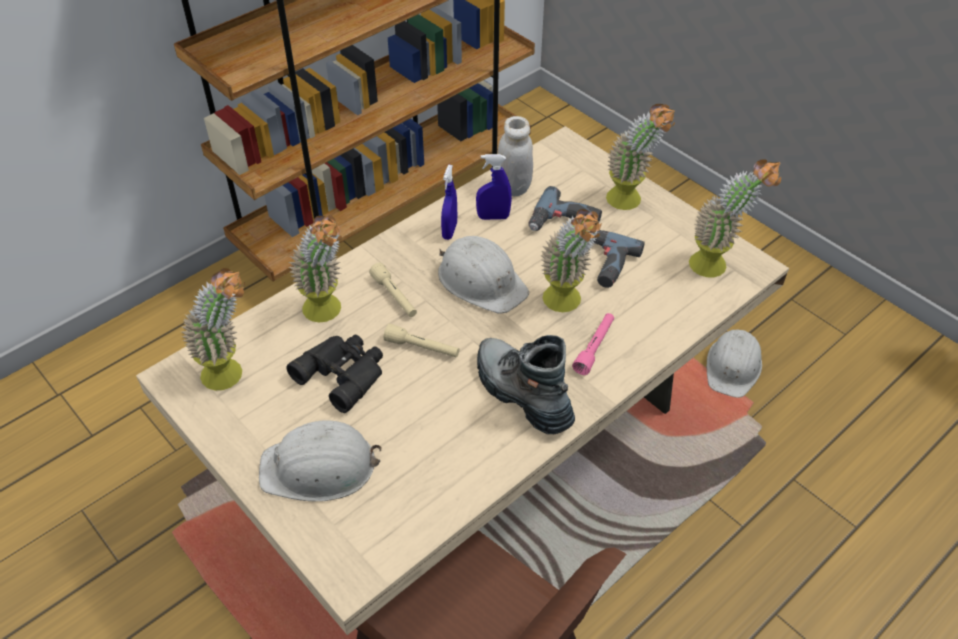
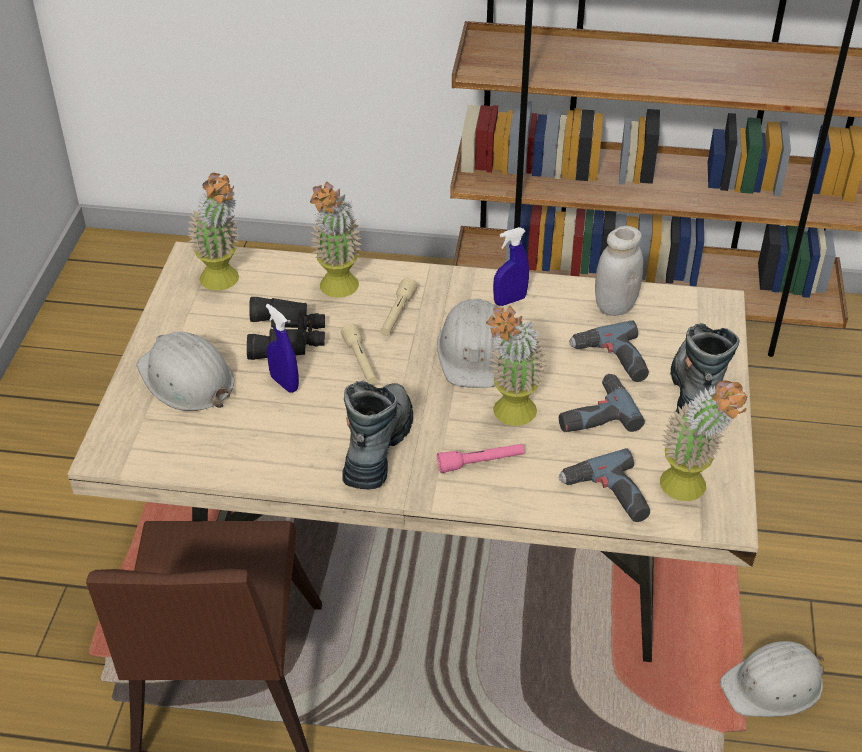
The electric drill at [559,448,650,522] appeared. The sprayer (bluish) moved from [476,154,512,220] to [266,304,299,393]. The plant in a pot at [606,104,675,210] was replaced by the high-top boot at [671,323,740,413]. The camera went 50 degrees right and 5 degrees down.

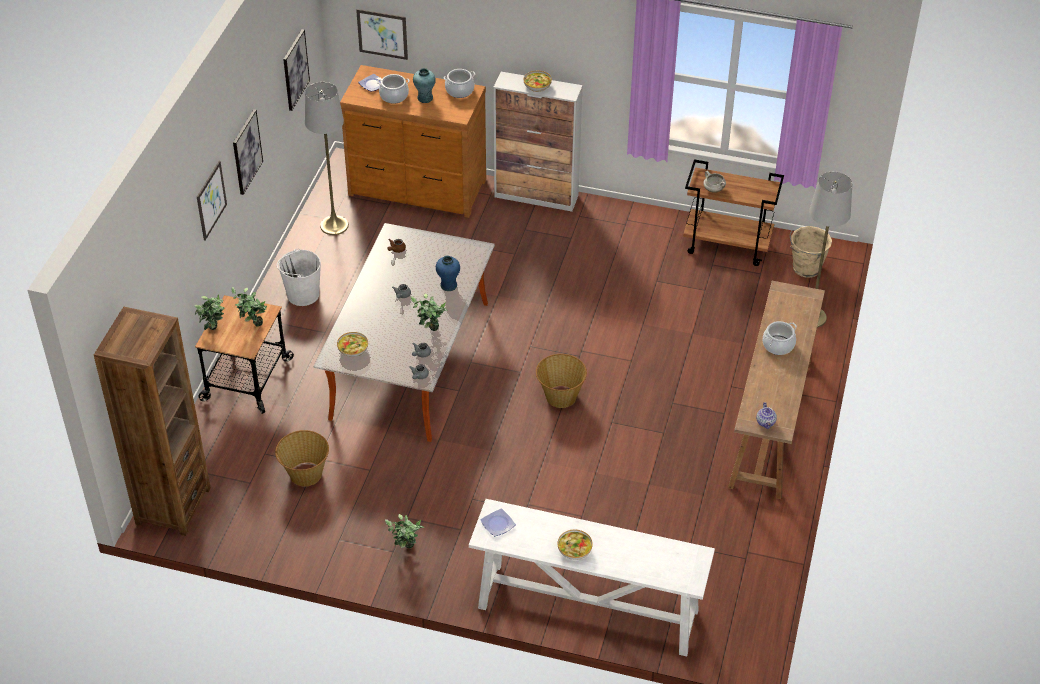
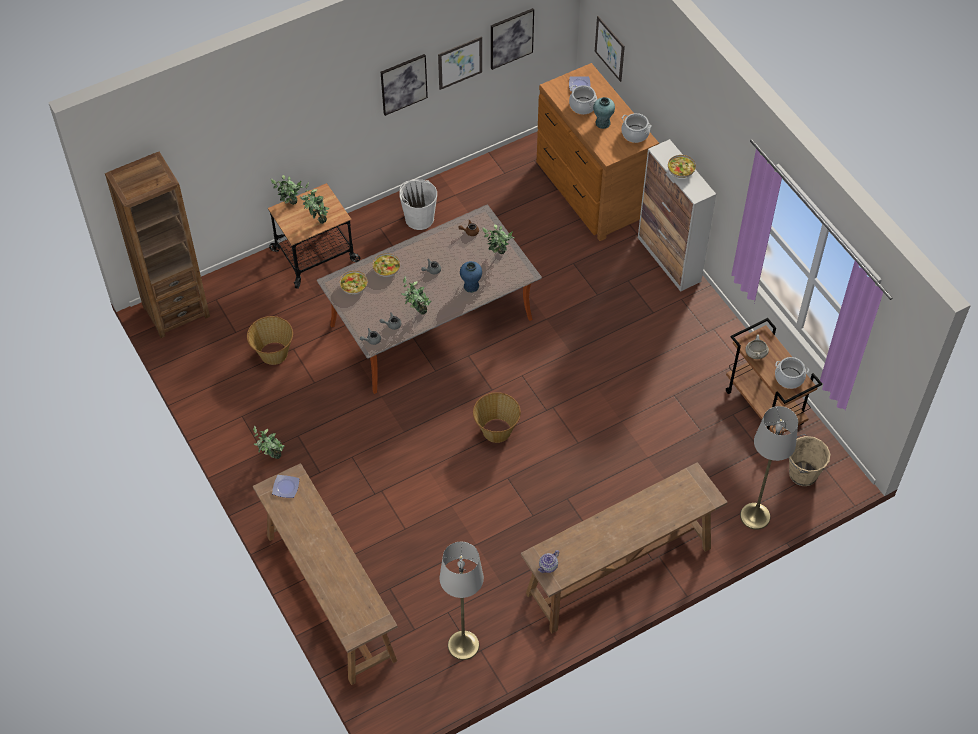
The plant in a pot at [482,224,514,254] appeared. The picture moved from [197,161,227,241] to [438,36,482,90]. The standing lamp (grey) moved from [305,82,349,235] to [439,542,484,660]. The bowl moved from [558,529,593,560] to [373,253,400,277]. The saucepot moved from [762,321,797,355] to [775,357,809,389]. The hall table (white) at [469,499,715,656] became the hall table (brown) at [253,463,397,685]. The camera went 45 degrees right and 10 degrees up.

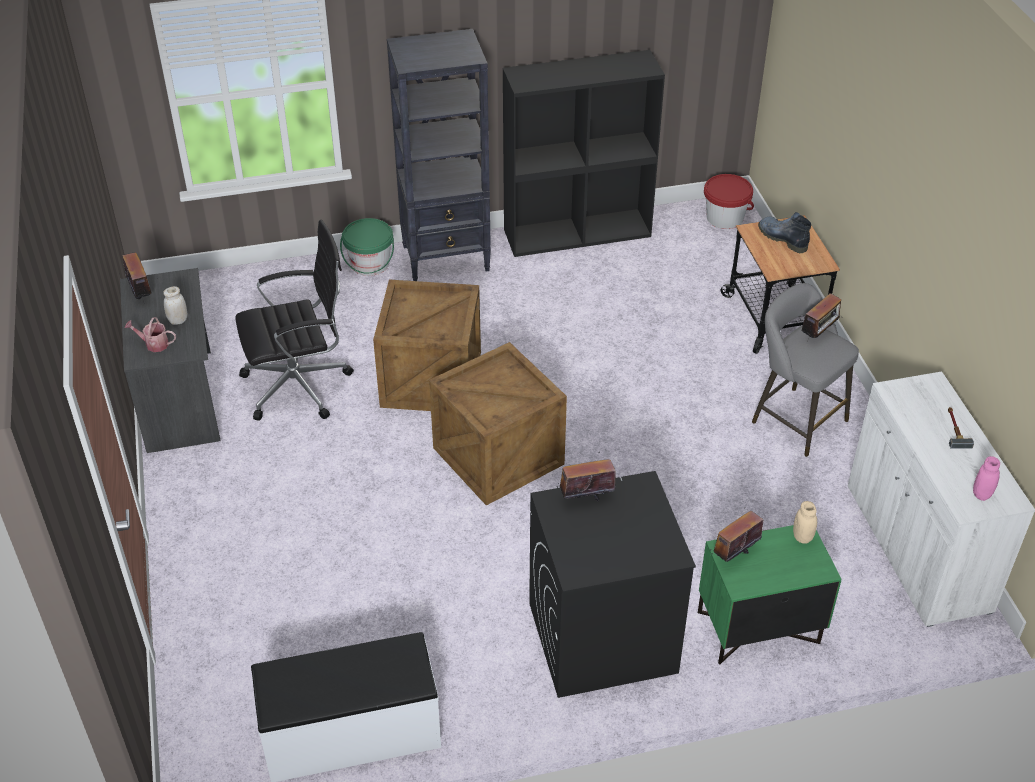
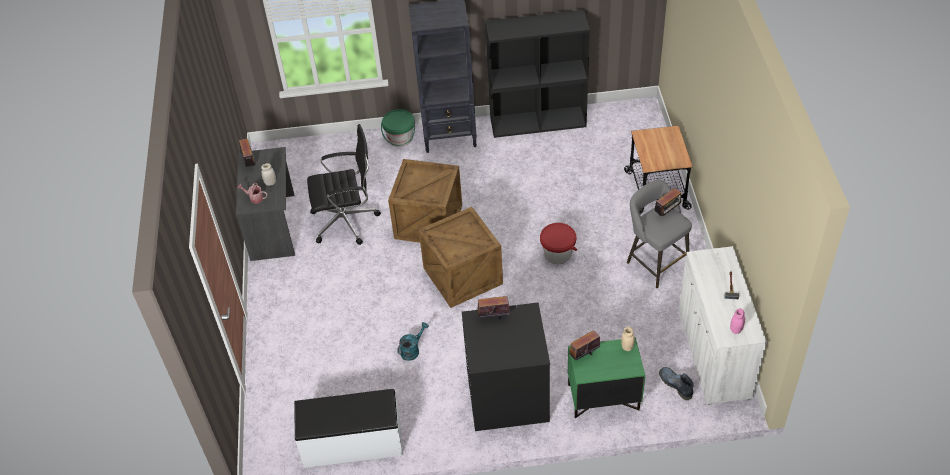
The watering pot (blue-green) at [397,322,429,361] appeared. The bucket (red) moved from [704,174,754,229] to [540,223,577,264]. The high-top boot moved from [758,212,811,253] to [659,367,694,400]. The camera went 10 degrees right and 5 degrees up.

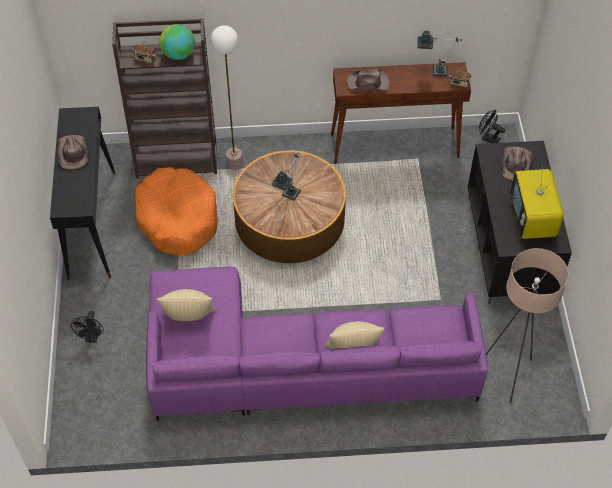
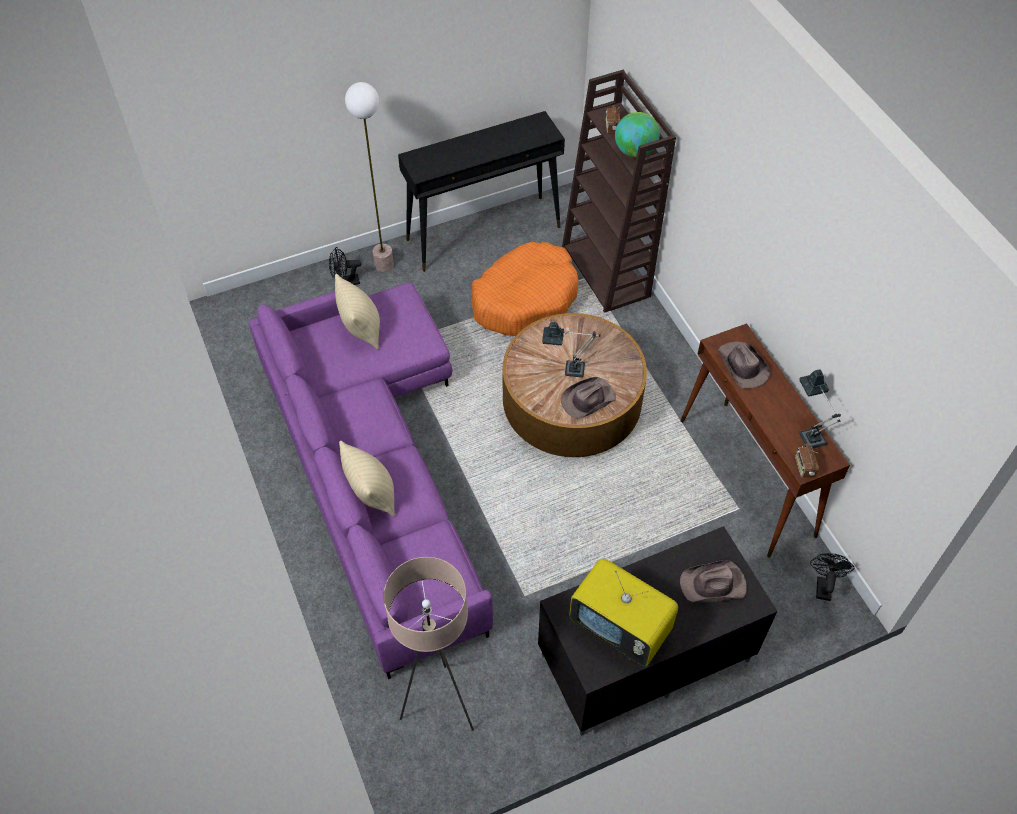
The clothing hat (brown) moved from [58,135,88,169] to [561,377,616,419]. The standing lamp moved from [211,25,243,171] to [345,82,394,272]. The TV at [510,166,564,239] turned 120 degrees counterclockwise. The camera went 70 degrees right and 0 degrees up.

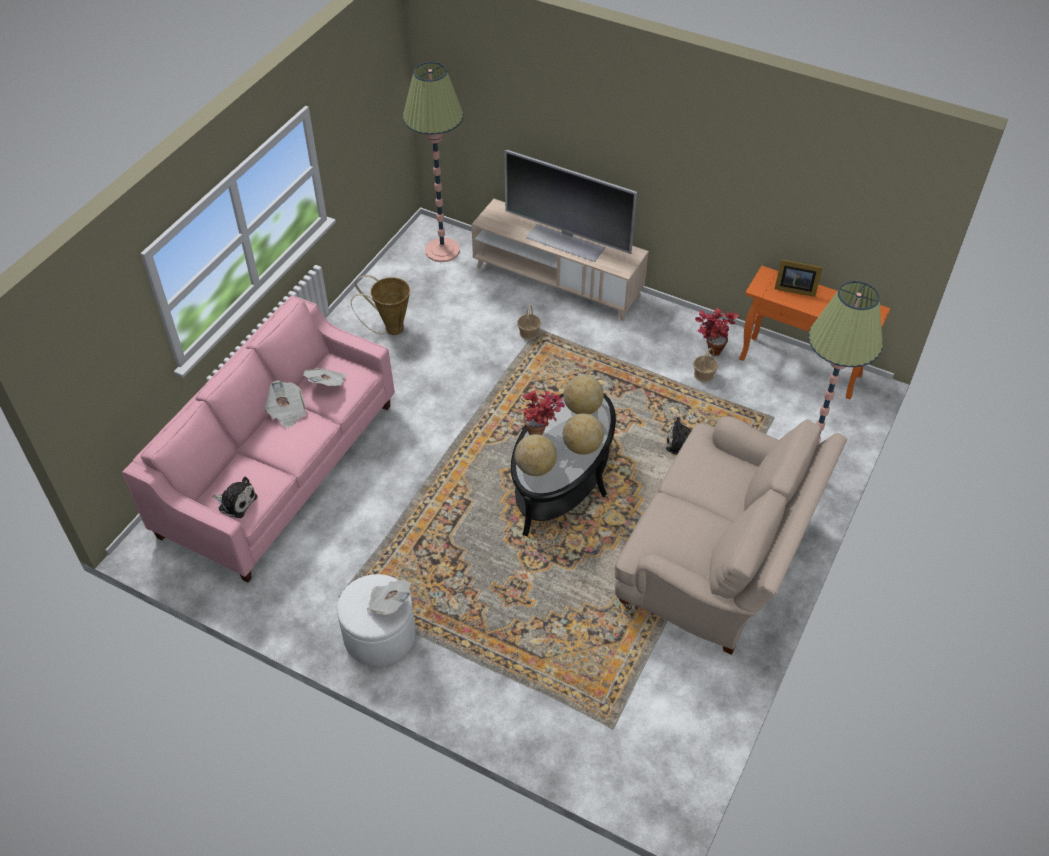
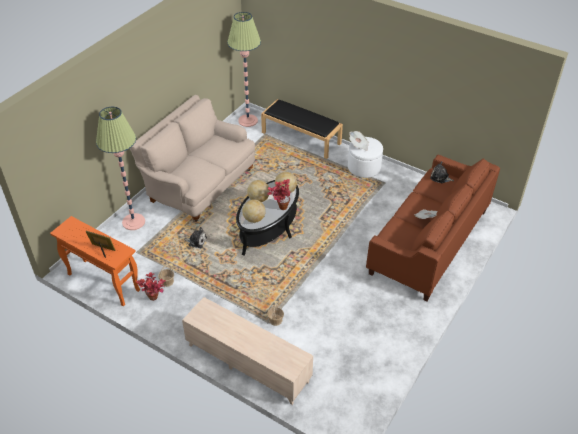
The printed paper at [303,368,347,386] disappeared. The basket at [351,275,410,335] disappeared. The TV at [505,150,637,262] disappeared. The long seat (black) at [261,99,343,159] appeared. The standing lamp moved from [403,62,464,262] to [227,12,261,127]. The sofa (pinkish) at [122,295,395,583] became the sofa (brown) at [366,155,500,301]. The camera went 175 degrees left and 5 degrees down.

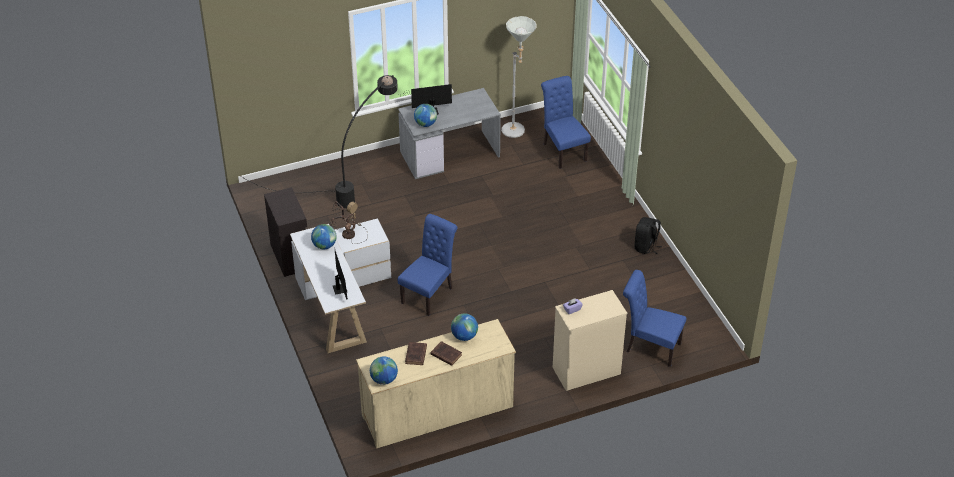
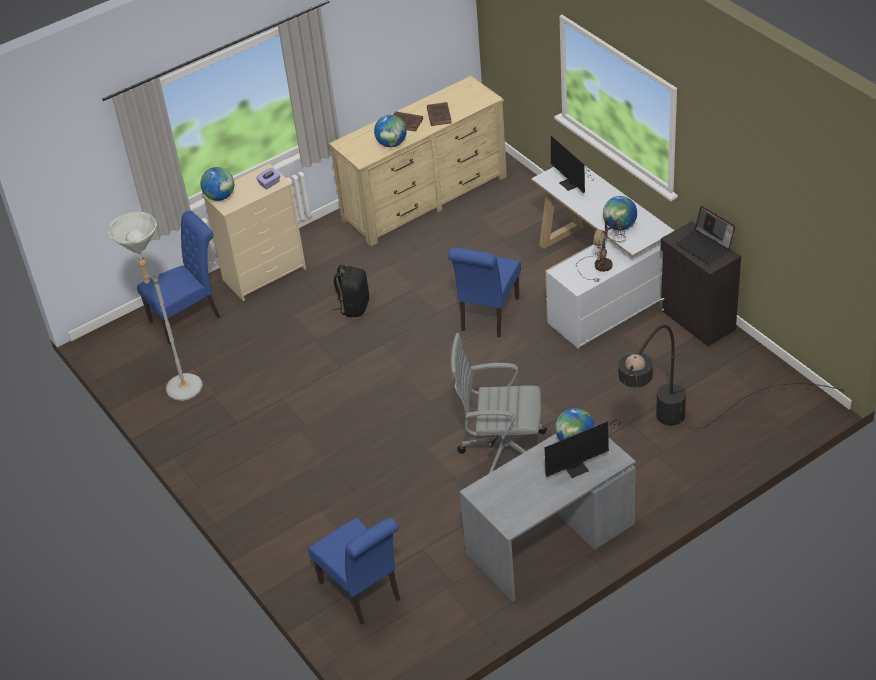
The computer chair (grey) at [451,333,547,473] appeared. The laptop at [676,206,735,264] appeared. The globe moved from [370,356,398,385] to [201,167,234,201]. The standing lamp (grey) moved from [501,16,537,138] to [108,212,203,401]. The knapsack (black) moved from [634,217,662,254] to [333,265,369,317]. The plain chair (bluish) at [623,270,686,367] turned 45 degrees counterclockwise. The camera went 170 degrees right and 0 degrees up.

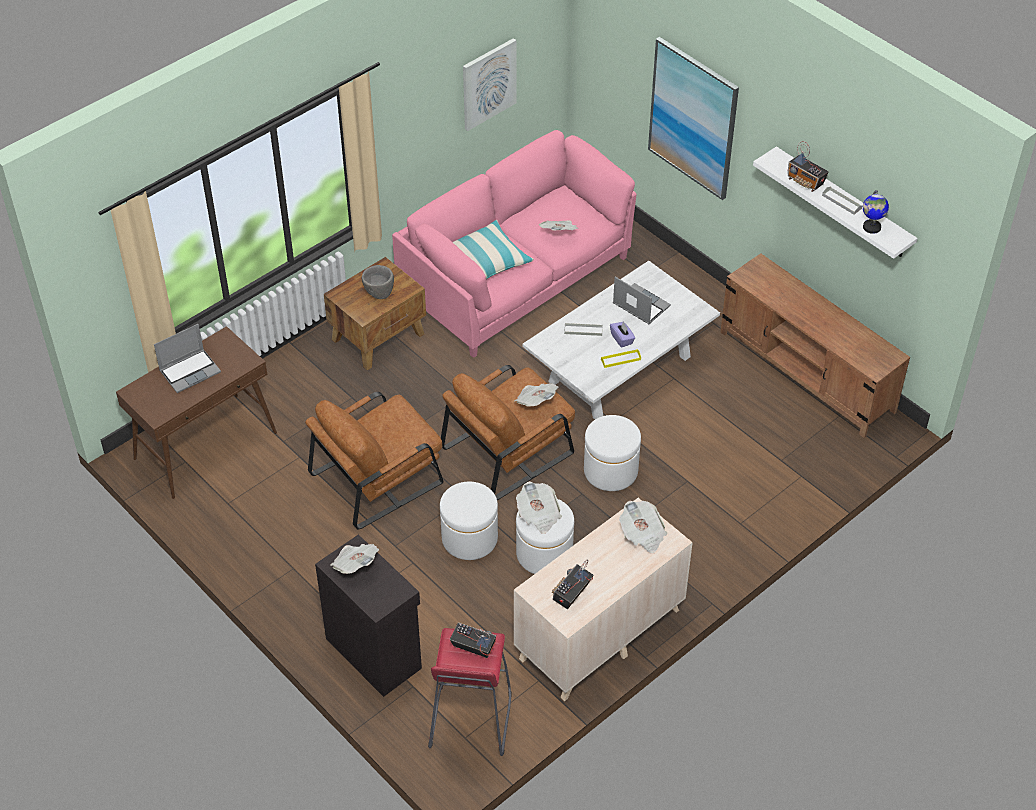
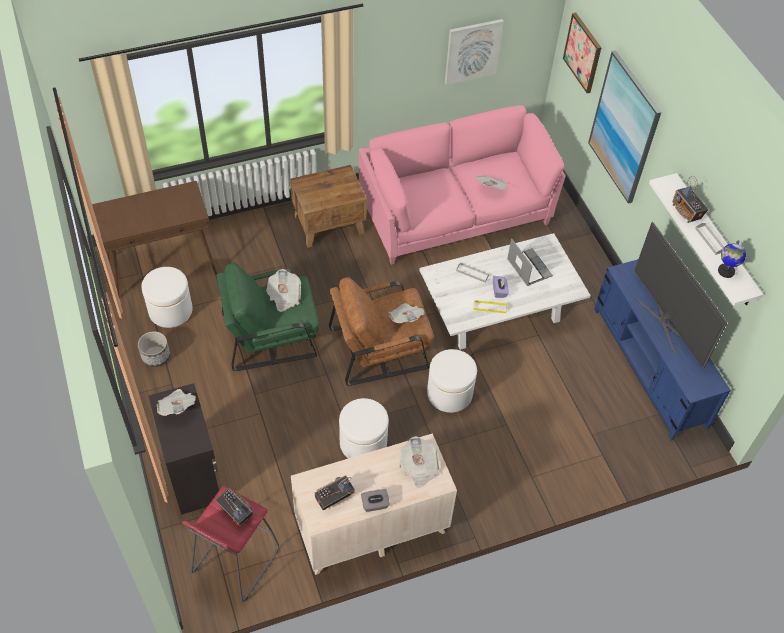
The laptop at [154,324,221,393] disappeared. The bowl (grey) at [362,265,394,299] disappeared. The pillow at [453,220,534,279] disappeared. The planter at [138,331,170,367] appeared. The tissue holder (grey) at [361,489,390,512] appeared. The picture at [563,13,601,93] appeared. The TV at [635,222,728,368] appeared. The ottoman (white) moved from [440,482,498,560] to [142,267,193,328]. The printed paper moved from [516,481,562,534] to [266,269,301,312]. The armchair (brown) at [305,392,444,529] became the armchair (green) at [217,263,320,371]. The media console (brown) at [720,253,910,438] became the media console (bluish) at [594,259,731,441]. The camera went 20 degrees right and 5 degrees up.

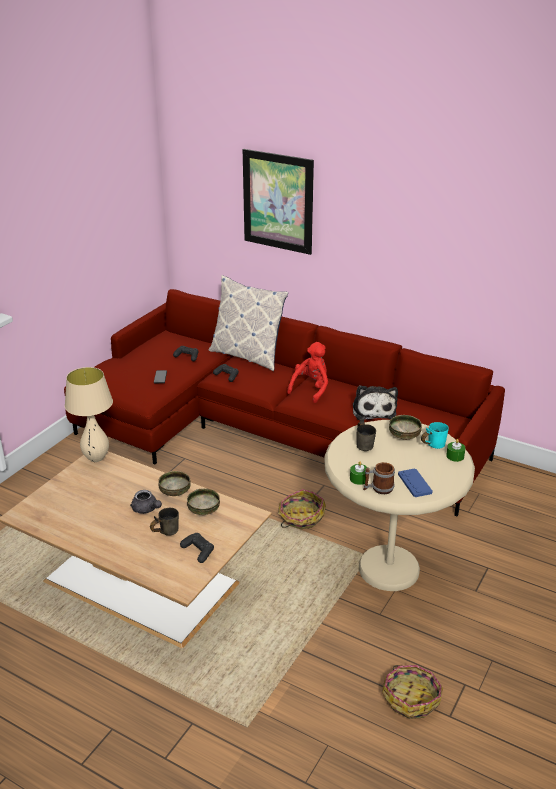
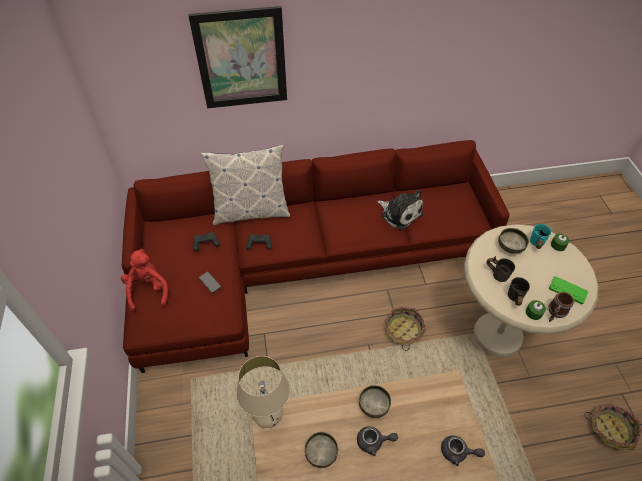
The tea mug (grey) moved from [150,508,179,536] to [508,277,530,306]. The bowl moved from [187,488,220,515] to [305,432,338,468]. The plush toy (red) moved from [287,342,328,403] to [121,249,168,312]. The gamepad (black) at [180,533,214,563] was replaced by the teapot (grey) at [441,435,485,466]. The gamepad (bluish) at [398,468,433,497] became the gamepad (green) at [549,276,588,304]. The camera went 40 degrees left and 20 degrees up.

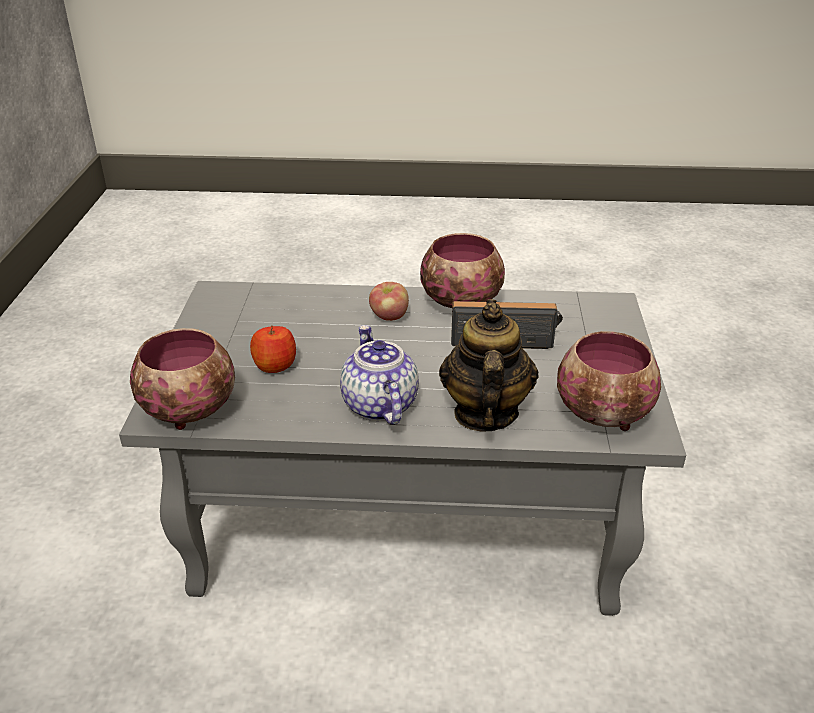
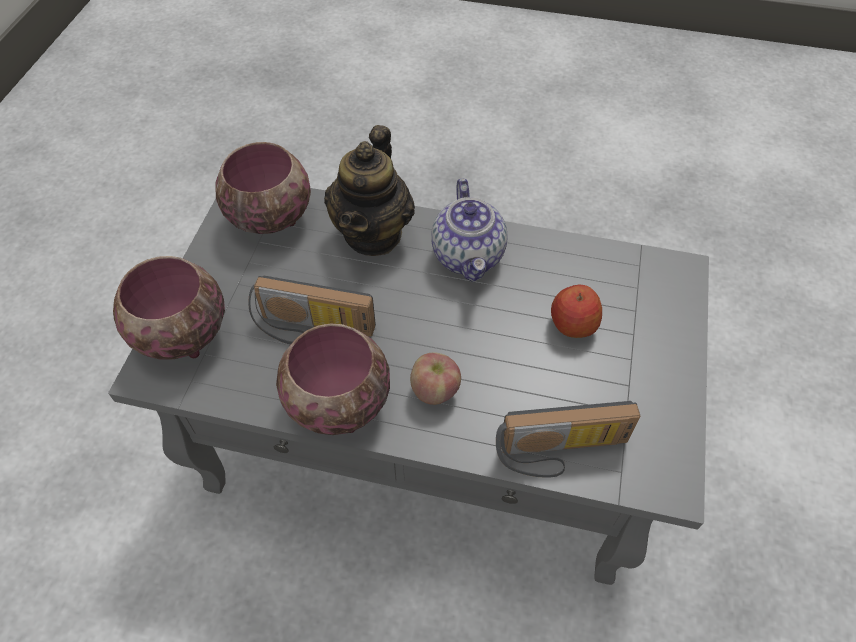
The radio set at [496,401,641,478] appeared. The bowl moved from [130,328,235,430] to [113,256,225,360]. The camera went 170 degrees left and 20 degrees up.

